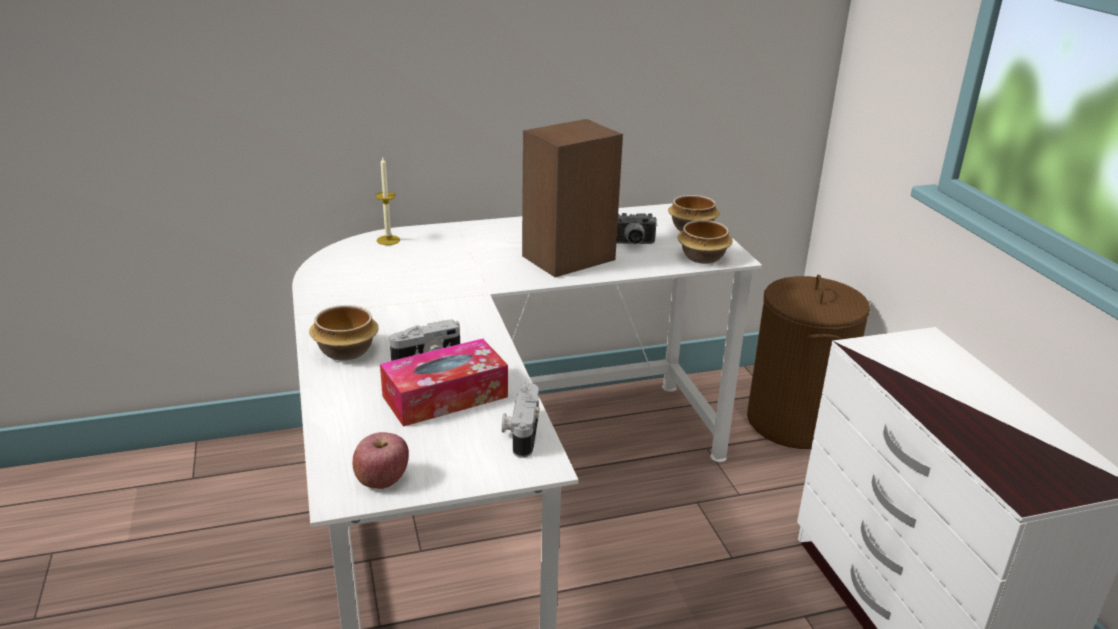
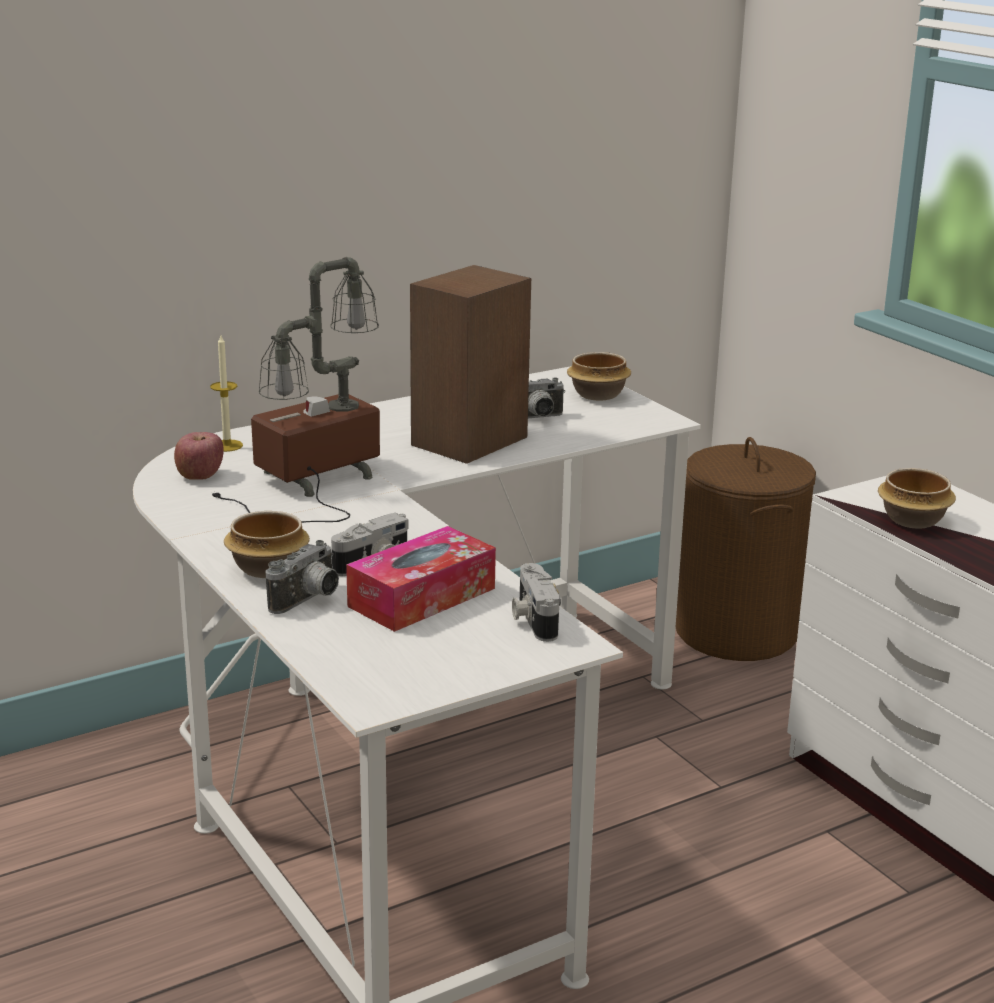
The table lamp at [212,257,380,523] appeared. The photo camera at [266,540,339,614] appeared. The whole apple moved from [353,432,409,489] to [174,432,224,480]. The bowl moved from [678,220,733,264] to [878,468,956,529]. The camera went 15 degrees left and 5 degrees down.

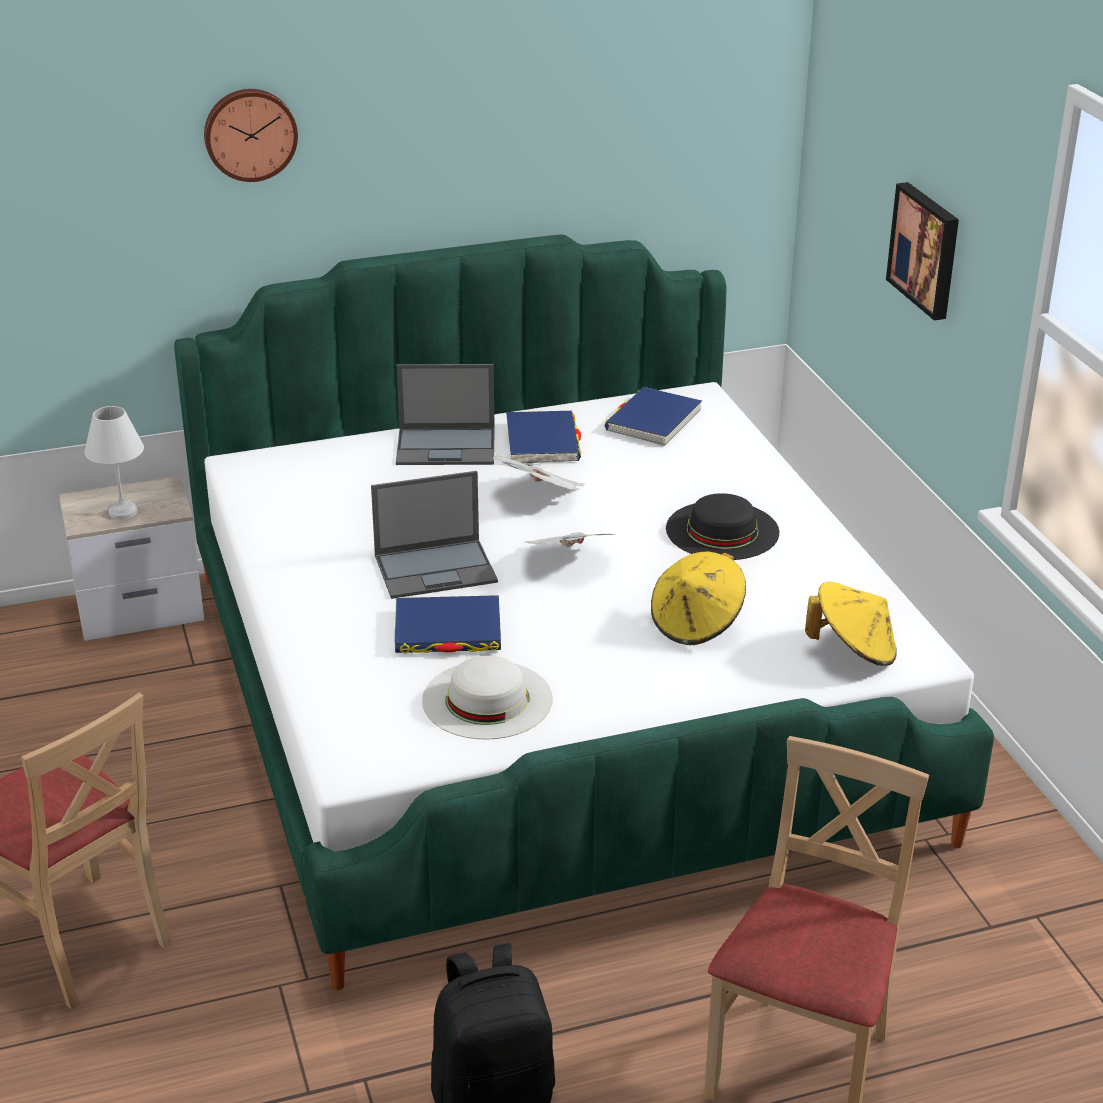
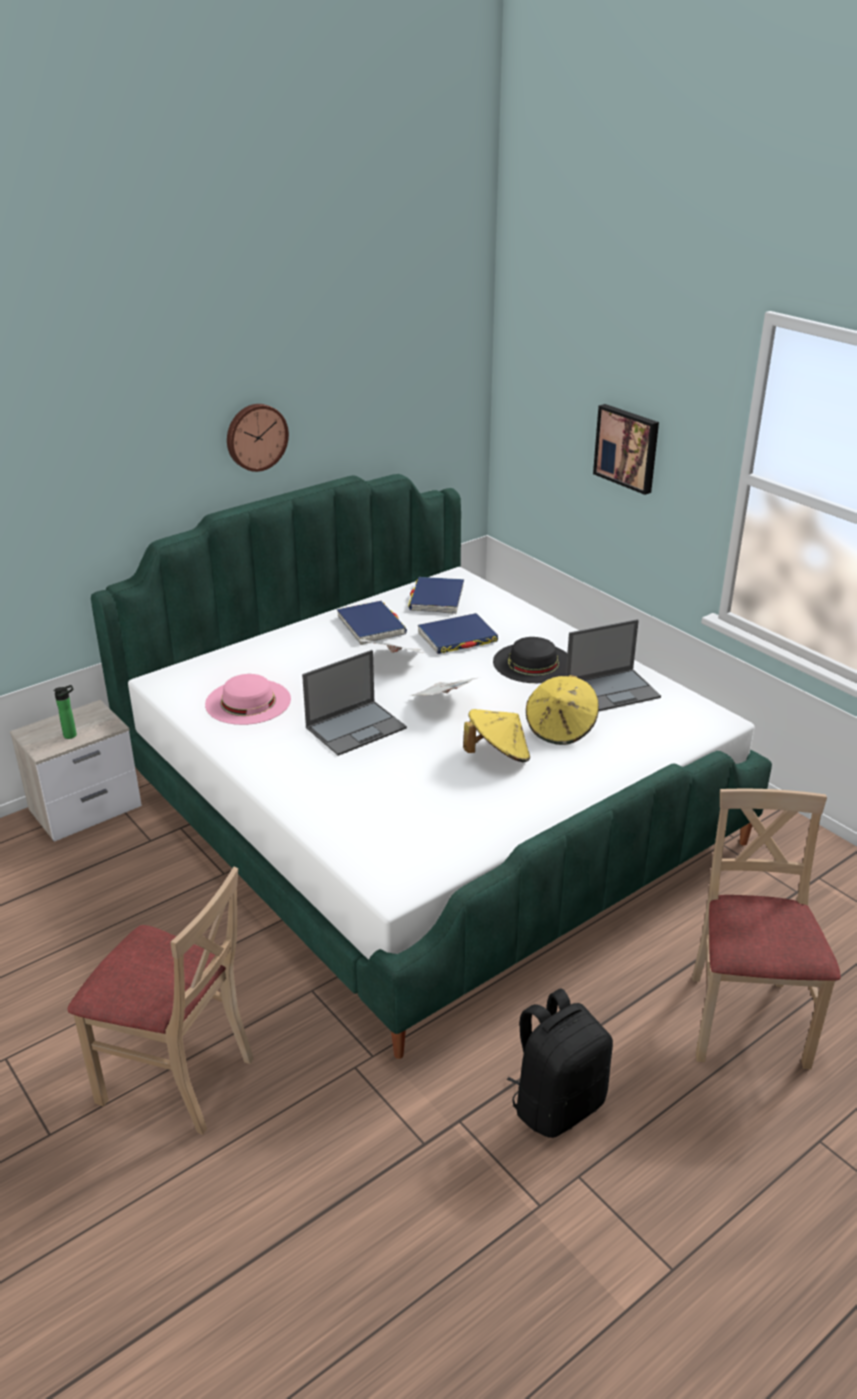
The clothing hat (white) at [422,656,553,739] disappeared. The clothing hat (pinkish) at [205,674,291,725] appeared. The wall clock moved from [204,89,298,182] to [227,404,289,472]. The book (bluish) moved from [394,595,501,653] to [418,613,498,654]. The laptop moved from [396,364,495,465] to [566,619,661,711]. The clothing hat (yellow) moved from [805,582,897,666] to [463,709,530,762]. The table lamp (white) at [84,406,144,520] was replaced by the drink bottle at [53,685,77,739]. The camera went 20 degrees left and 0 degrees up.

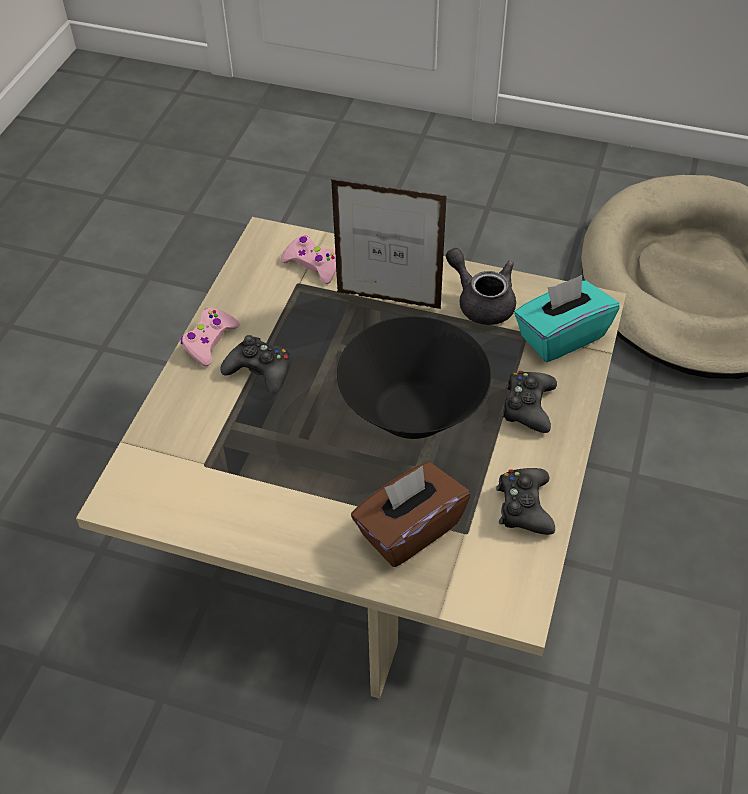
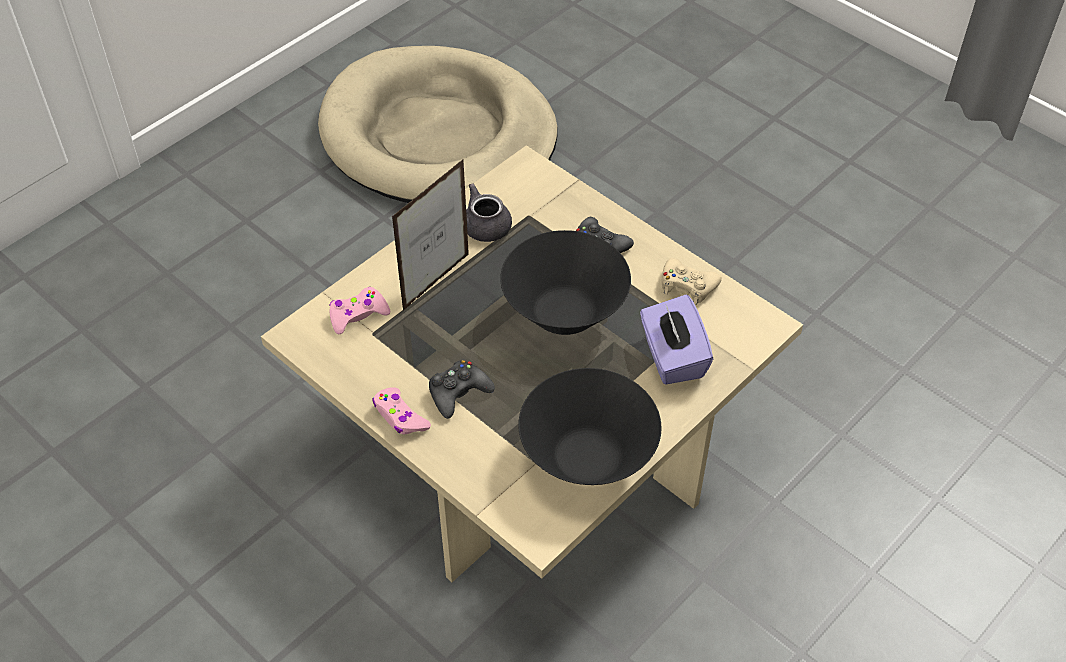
The tissue holder (blue-green) at [514,275,620,362] disappeared. The bowl (black) at [518,368,662,485] appeared. The tissue holder (brown) at [351,462,470,567] became the tissue holder (purplish) at [640,295,713,385]. The gamepad (black) at [496,468,555,535] became the gamepad (beige) at [662,258,722,305]. The camera went 65 degrees left and 0 degrees up.

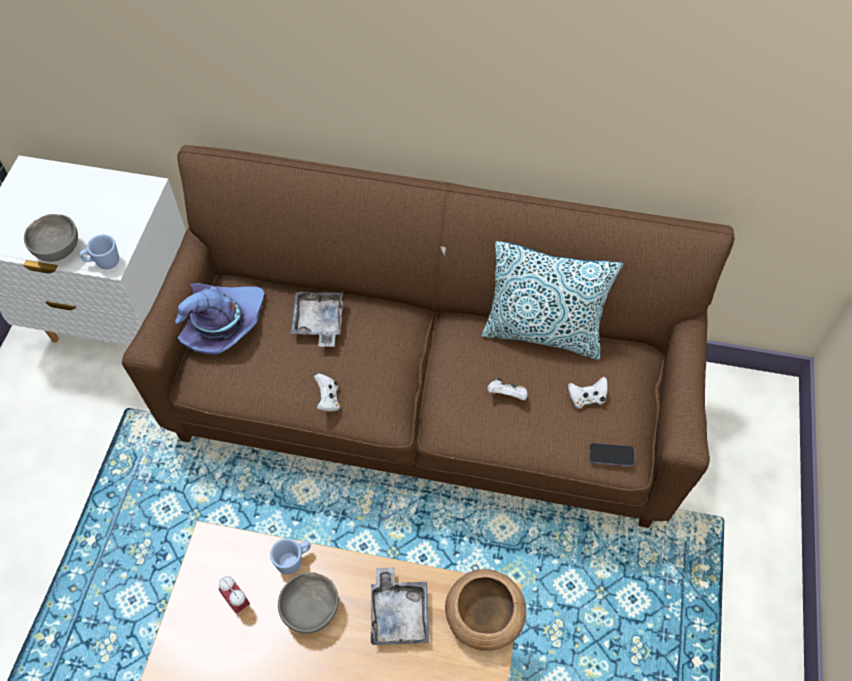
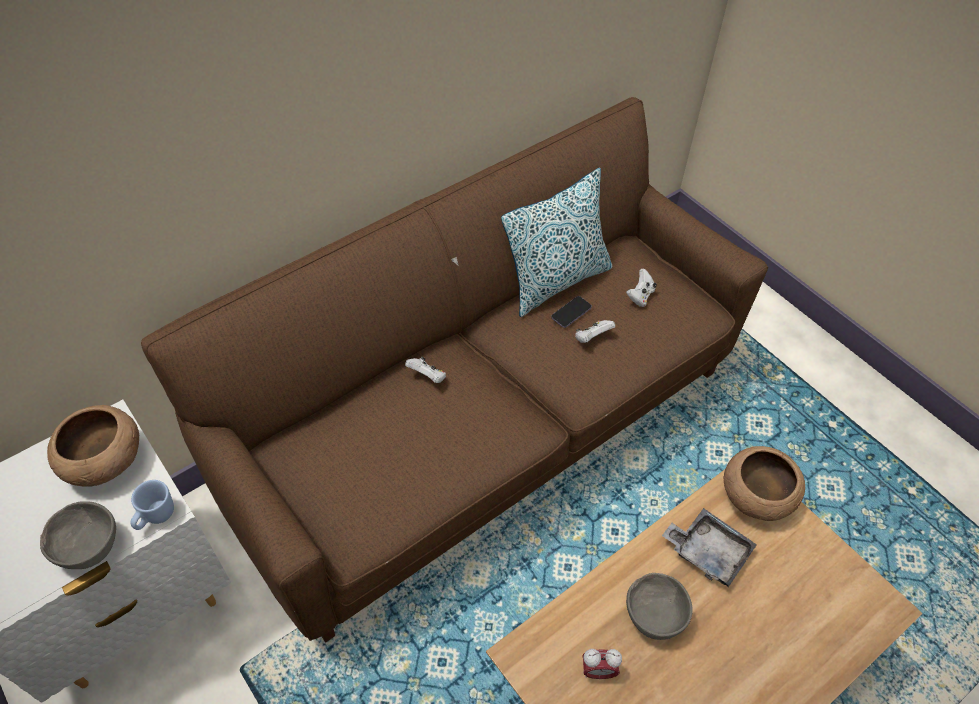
The clothing hat (purplish) at [175,283,265,355] disappeared. The tea mug (bluish) at [270,538,311,575] disappeared. The serving tray (grey) at [291,292,343,347] disappeared. The bowl (brown) at [47,405,139,487] appeared. The gamepad (white) moved from [314,373,340,411] to [405,357,446,383]. The handset moved from [589,443,635,466] to [551,296,592,328]. The camera went 50 degrees left and 5 degrees down.

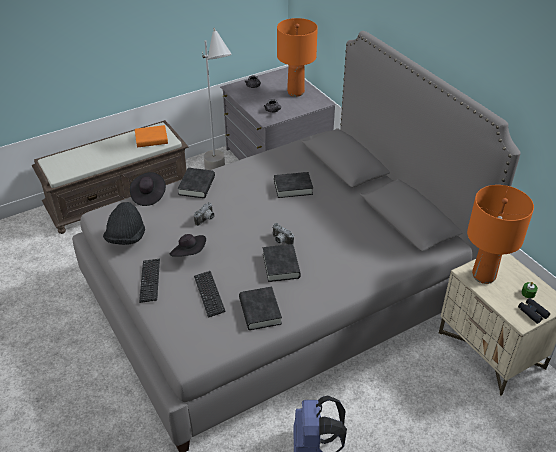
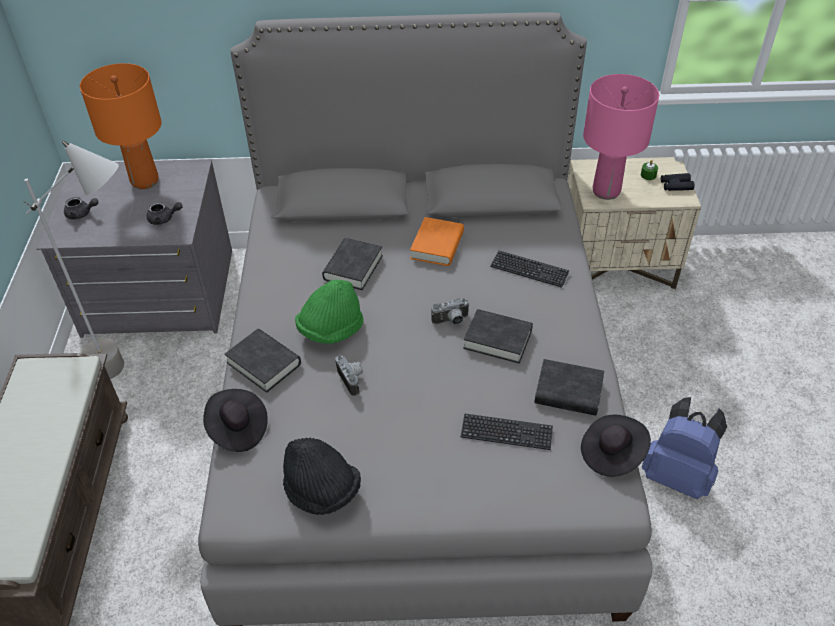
The clothing hat (green) at [295,279,363,344] appeared. The book (orangey) moved from [135,125,168,148] to [410,217,464,266]. The keyboard moved from [139,259,160,303] to [490,250,569,288]. The clothing hat (black) moved from [169,234,206,256] to [581,415,651,477]. The table lamp (orangey) at [467,185,534,284] became the table lamp (pinkish) at [583,74,659,200]. The camera went 60 degrees left and 5 degrees up.

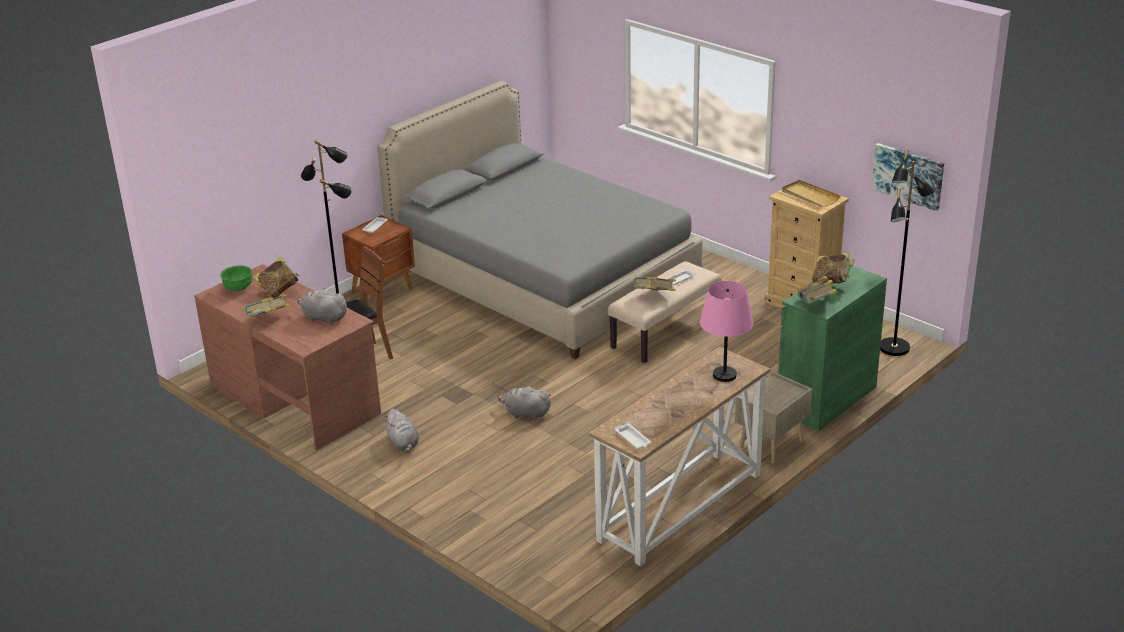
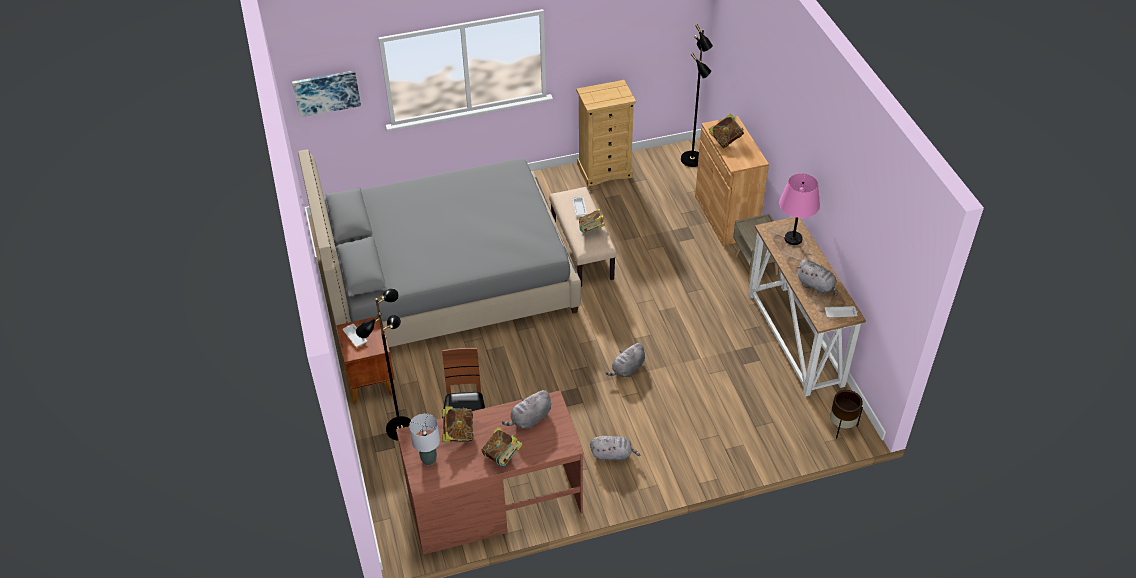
The serving tray (beige) at [782,180,841,207] disappeared. The book at [798,276,837,304] disappeared. The plush toy (grey) at [797,259,838,296] appeared. The planter (brown) at [830,390,863,438] appeared. The picture moved from [871,143,944,211] to [292,70,361,117]. The bowl (green) at [220,265,252,291] was replaced by the table lamp (grey) at [409,414,440,465]. The cupboard (green) at [778,266,887,431] became the cupboard (brown) at [695,116,769,246]. The camera went 60 degrees left and 15 degrees up.

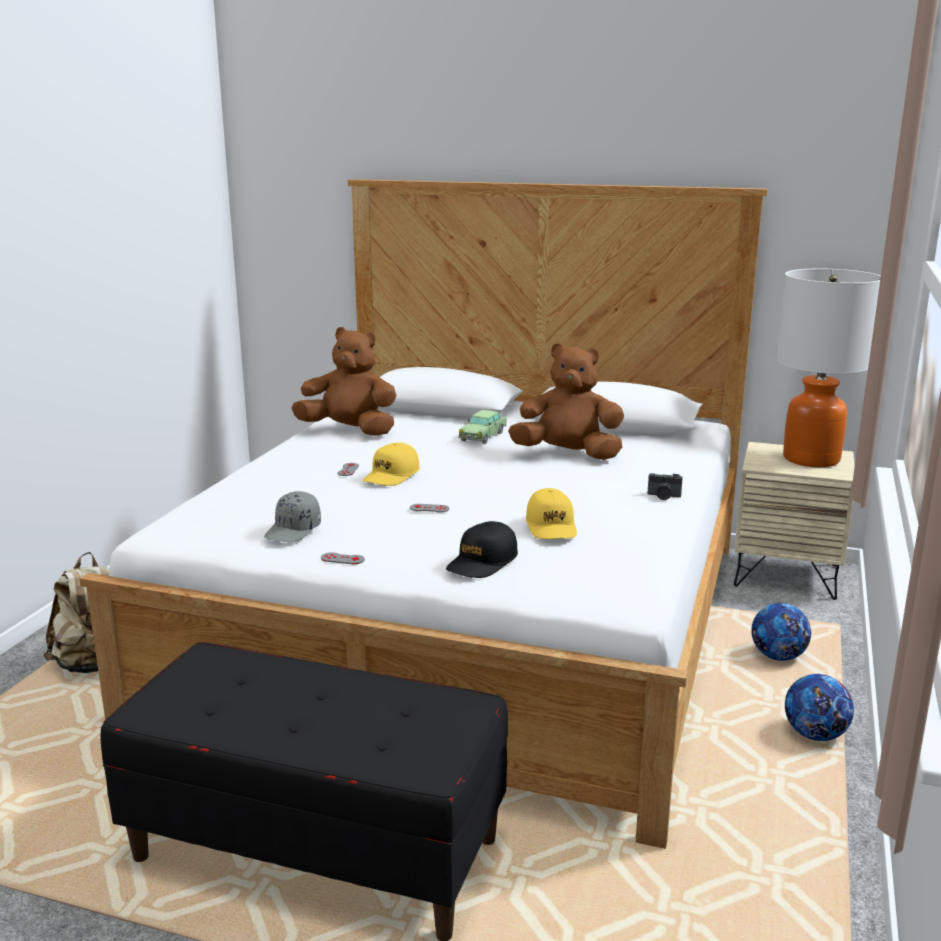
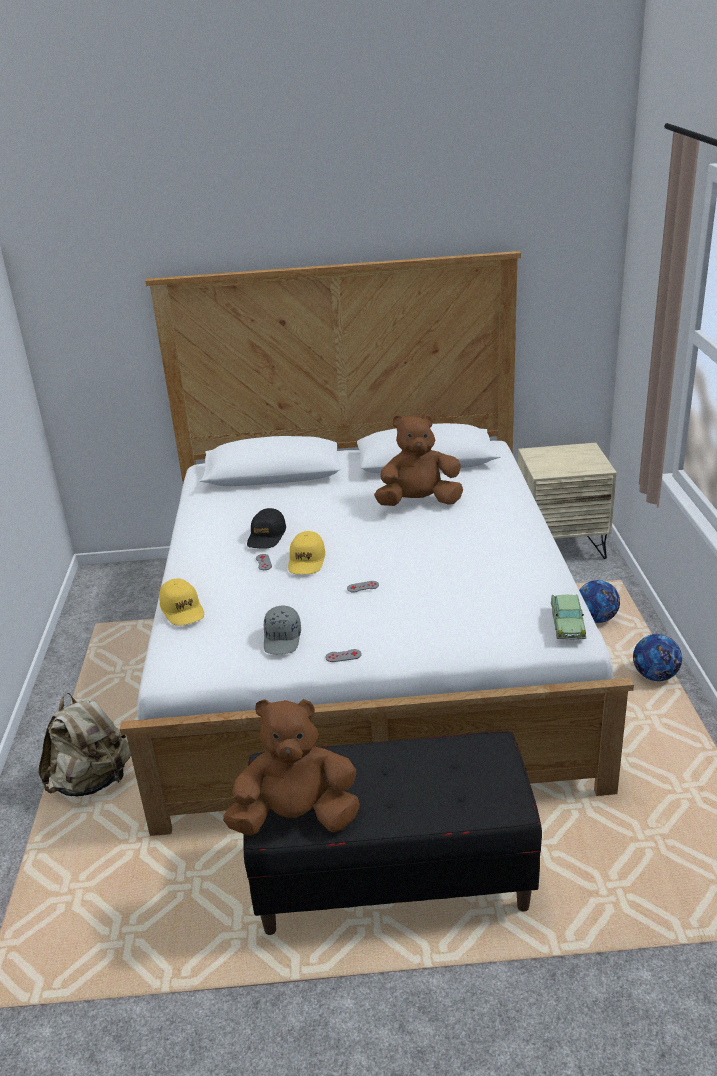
The photo camera at [648,473,683,500] disappeared. The table lamp at [776,269,881,467] disappeared. The plush toy (brown) moved from [291,327,397,436] to [223,699,360,835]. The baseball cap (black) moved from [446,521,518,578] to [247,508,286,549]. The toy car moved from [458,410,506,444] to [551,594,586,640]. The baseball cap (yellow) moved from [526,488,577,539] to [159,578,204,626]. The camera went 20 degrees left and 10 degrees up.

